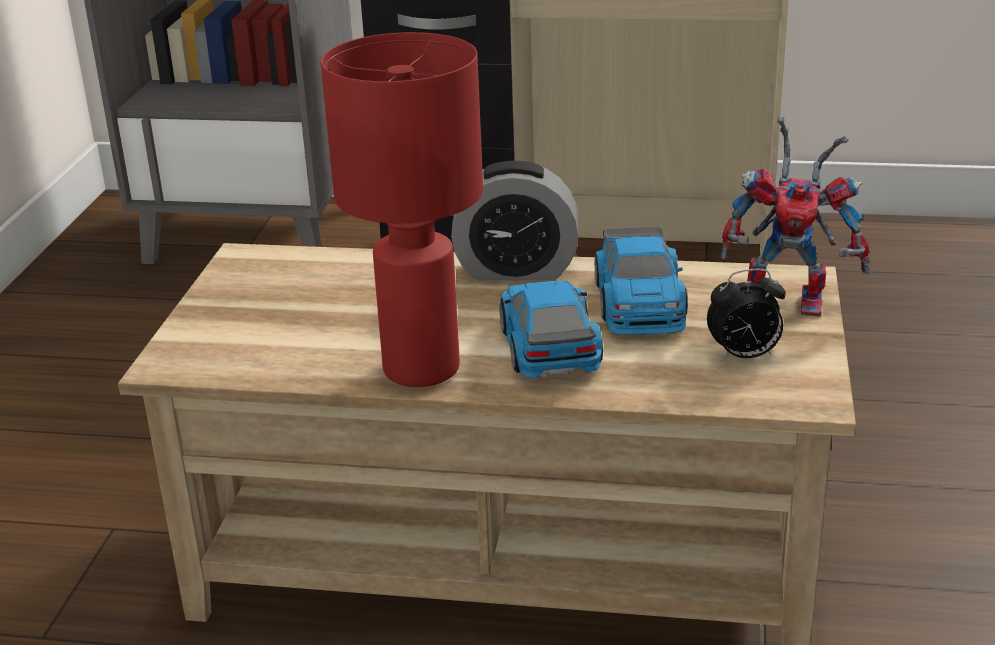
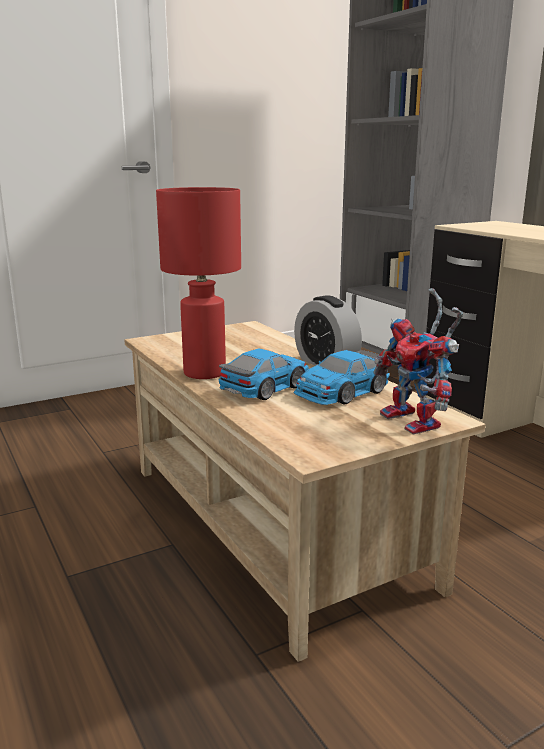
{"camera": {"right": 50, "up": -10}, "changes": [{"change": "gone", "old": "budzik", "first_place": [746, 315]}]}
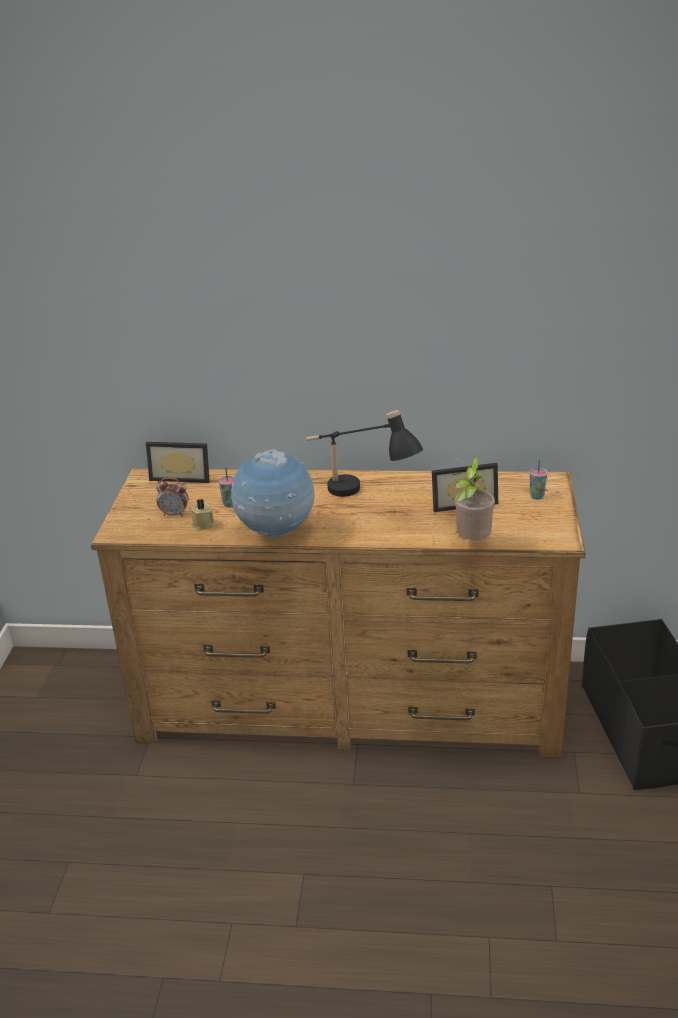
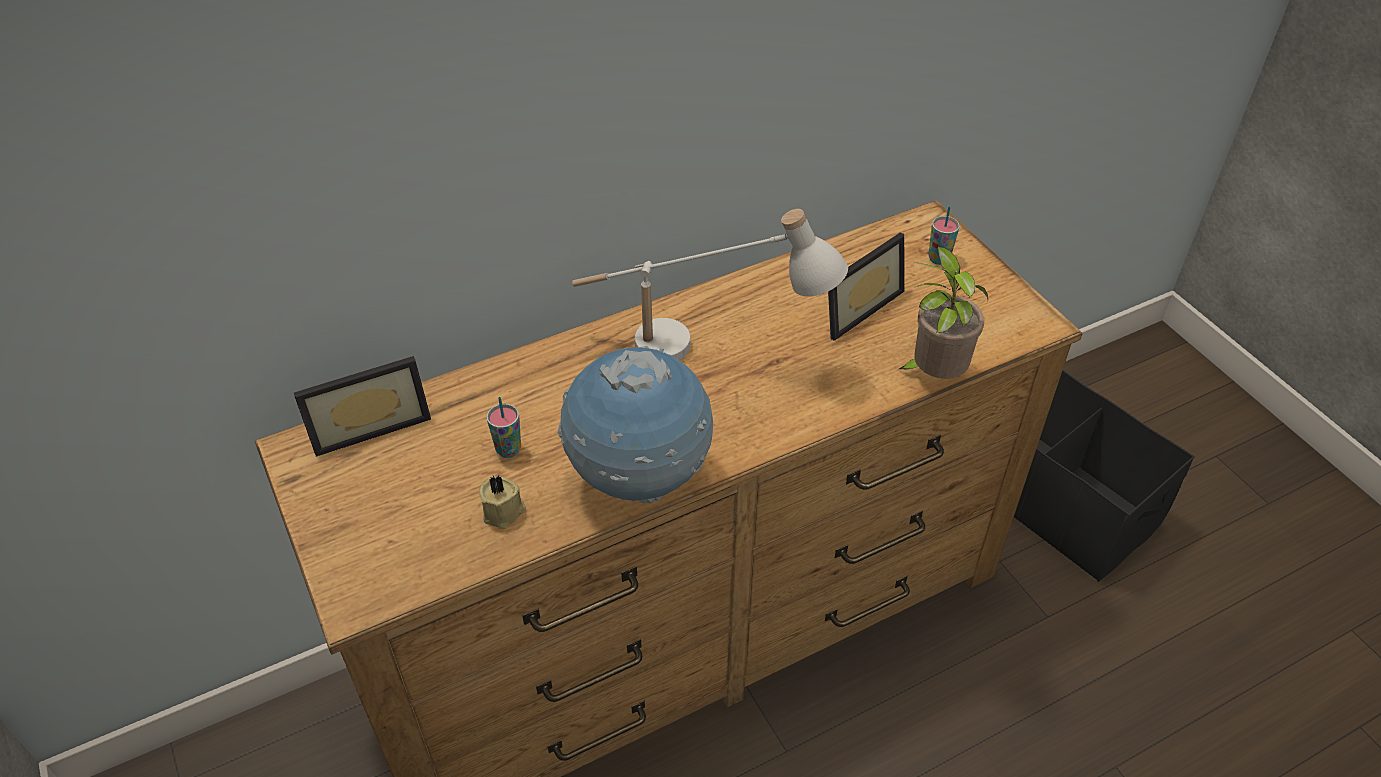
{"camera": {"right": -35, "up": 15}, "changes": [{"change": "gone", "old": "budzik", "first_place": [172, 497]}, {"change": "repainted", "old": "lampa stołowa (czarny)", "new": "lampa stołowa (biały)", "first_place": [364, 453], "second_place": [710, 285]}]}
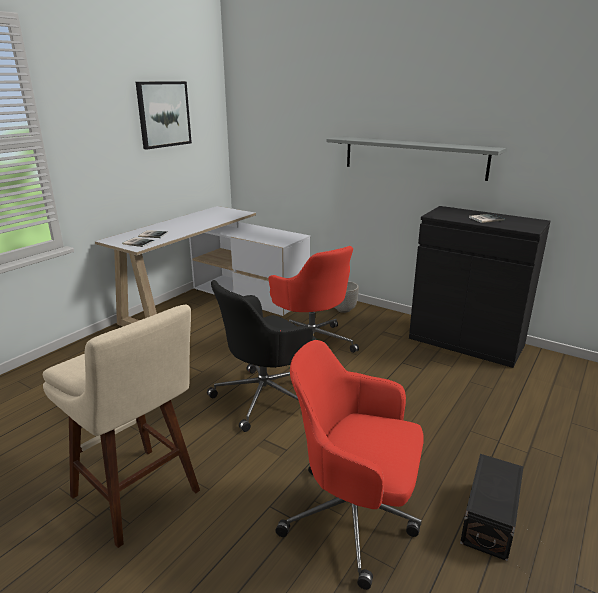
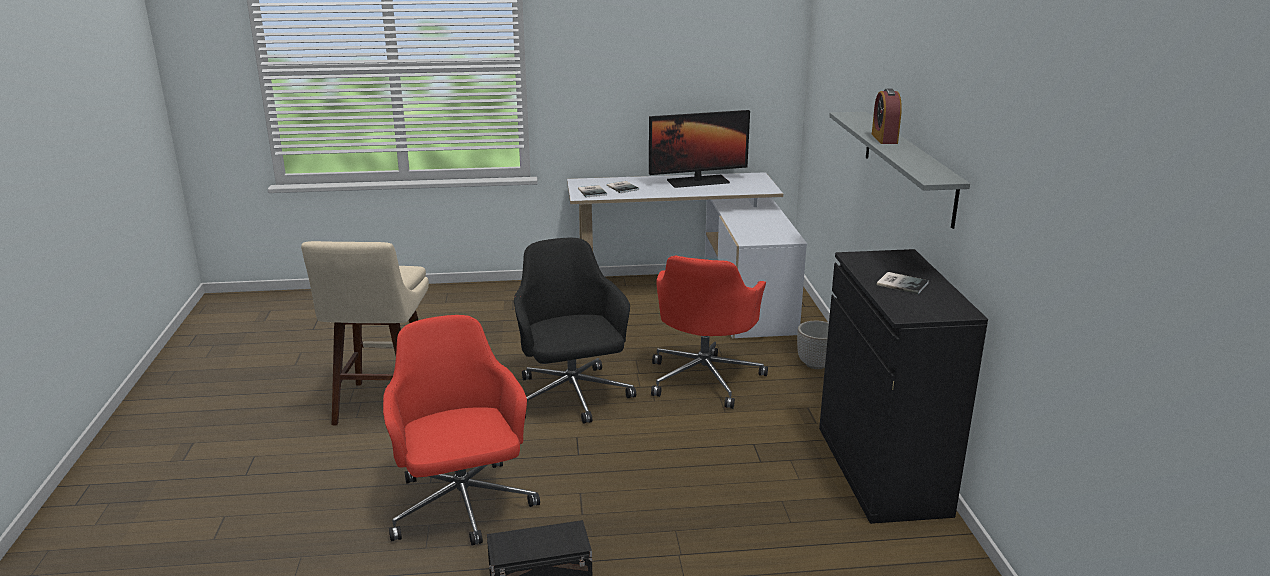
{"camera": {"right": 50, "up": 0}, "changes": [{"change": "gone", "old": "obraz", "first_place": [164, 115]}, {"change": "new", "new": "monitor", "second_place": [699, 149]}, {"change": "new", "new": "budzik", "second_place": [887, 116]}, {"change": "rotated", "old": "krzesło biurowe (czarny)", "first_place": [262, 356], "second_place": [575, 331], "degrees": 60}]}
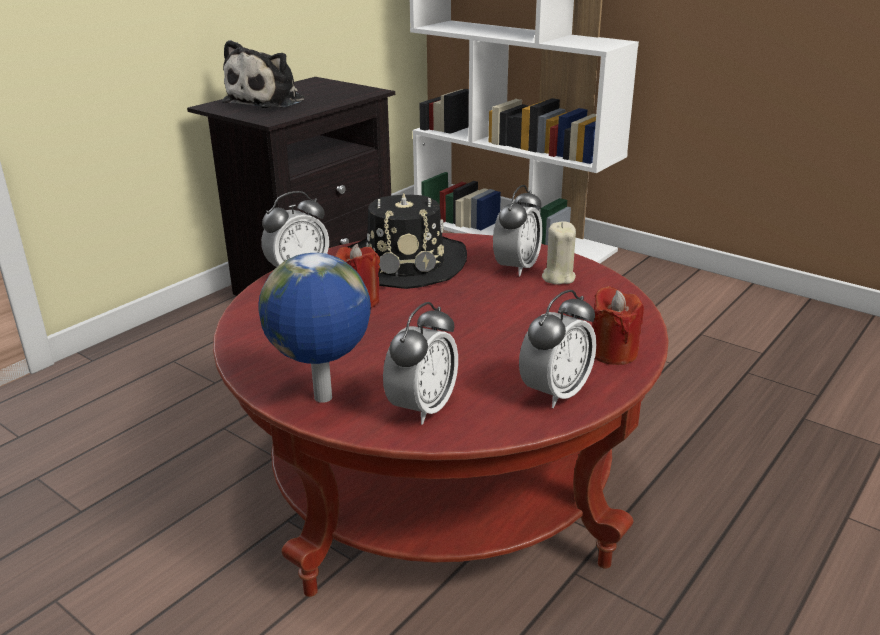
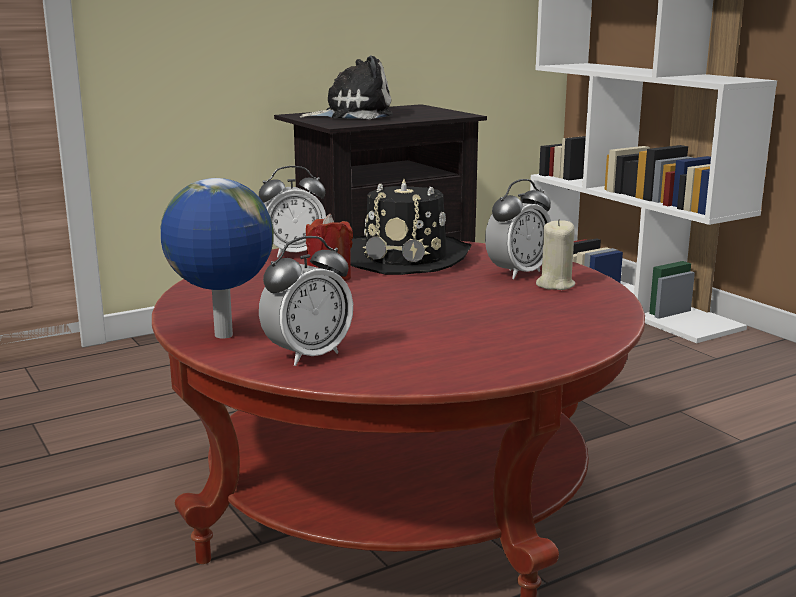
{"camera": {"right": 20, "up": -10}, "changes": [{"change": "gone", "old": "budzik", "first_place": [557, 349]}, {"change": "gone", "old": "świeca (czerwony)", "first_place": [618, 325]}, {"change": "rotated", "old": "pluszak", "first_place": [263, 74], "second_place": [346, 87], "degrees": -150}]}
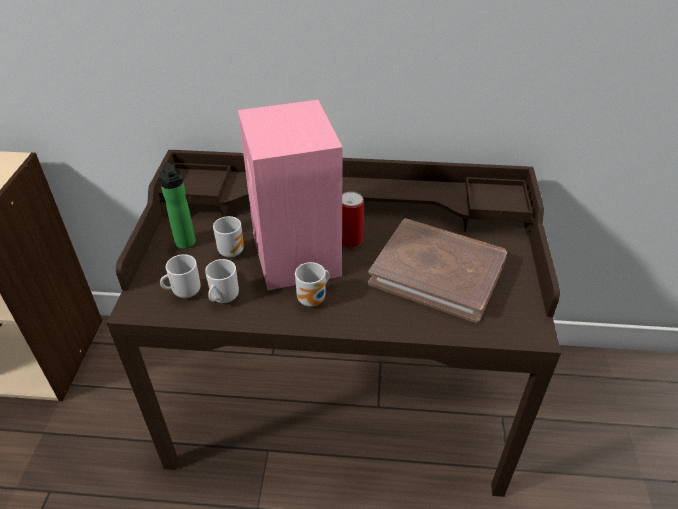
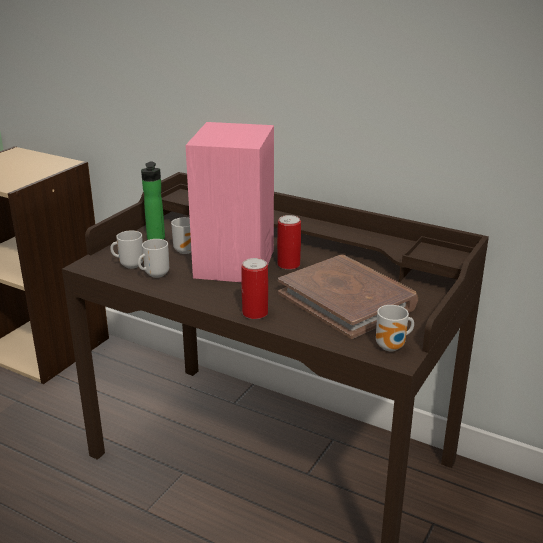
{"camera": {"right": 25, "up": -15}, "changes": [{"change": "new", "new": "puszka", "second_place": [254, 288]}, {"change": "shifted", "old": "kubek", "first_place": [312, 284], "second_place": [395, 328]}]}
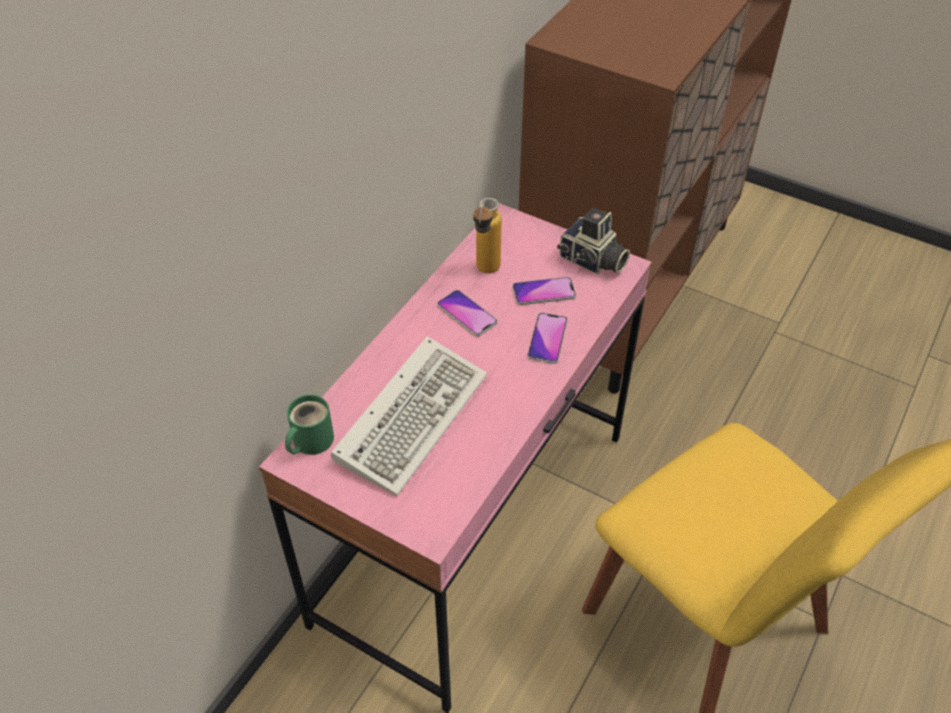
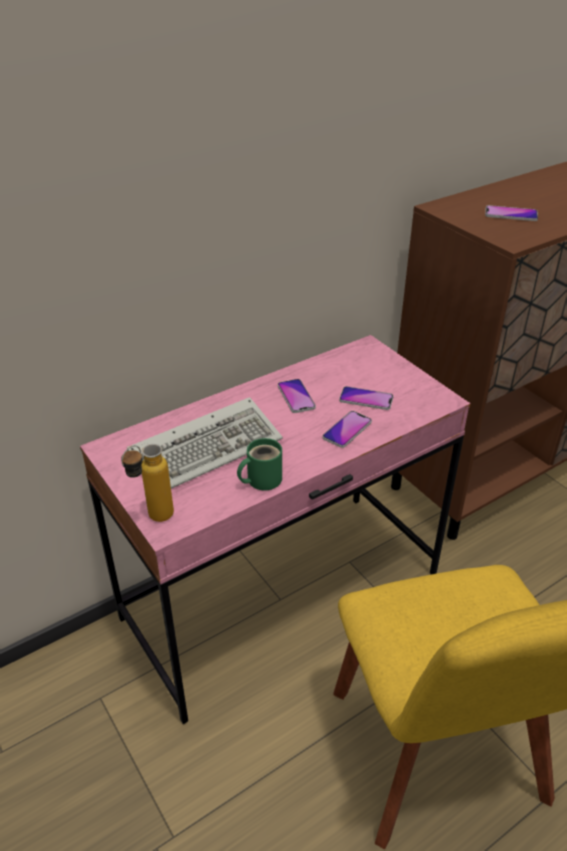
{"camera": {"right": 25, "up": -10}, "changes": [{"change": "gone", "old": "aparat fotograficzny", "first_place": [593, 241]}, {"change": "new", "new": "telefon", "second_place": [511, 213]}, {"change": "shifted", "old": "kubek (zielony)", "first_place": [309, 424], "second_place": [259, 464]}, {"change": "shifted", "old": "butelka", "first_place": [487, 235], "second_place": [147, 483]}]}
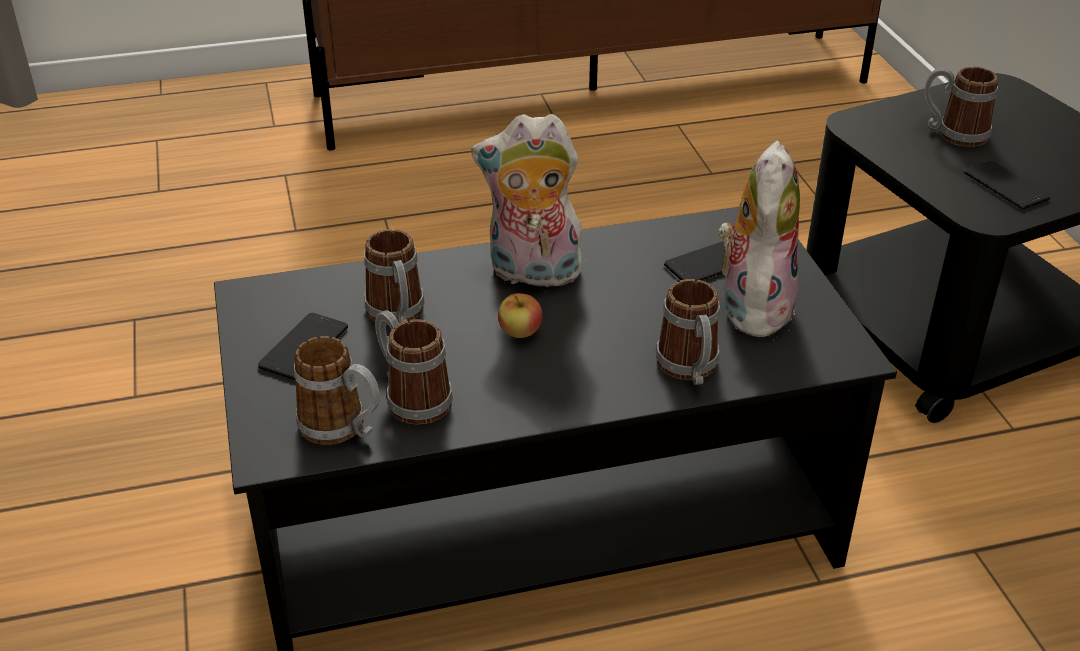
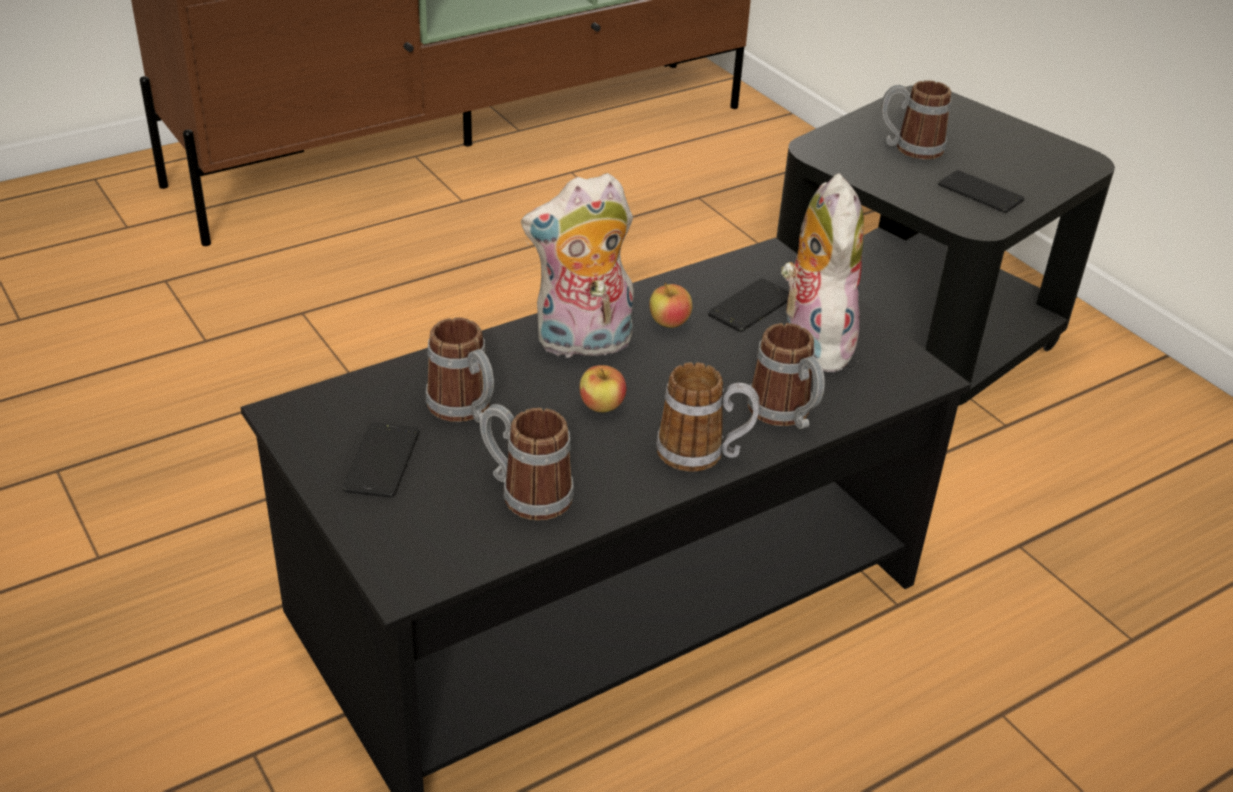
{"camera": {"right": -20, "up": 0}, "changes": [{"change": "new", "new": "jabłko", "second_place": [670, 305]}, {"change": "shifted", "old": "kubek", "first_place": [337, 390], "second_place": [708, 417]}]}
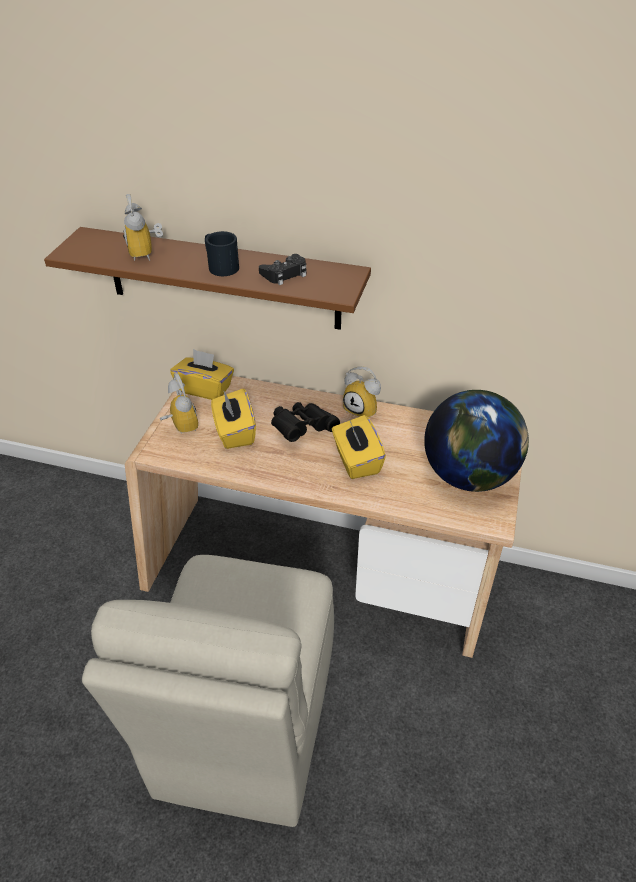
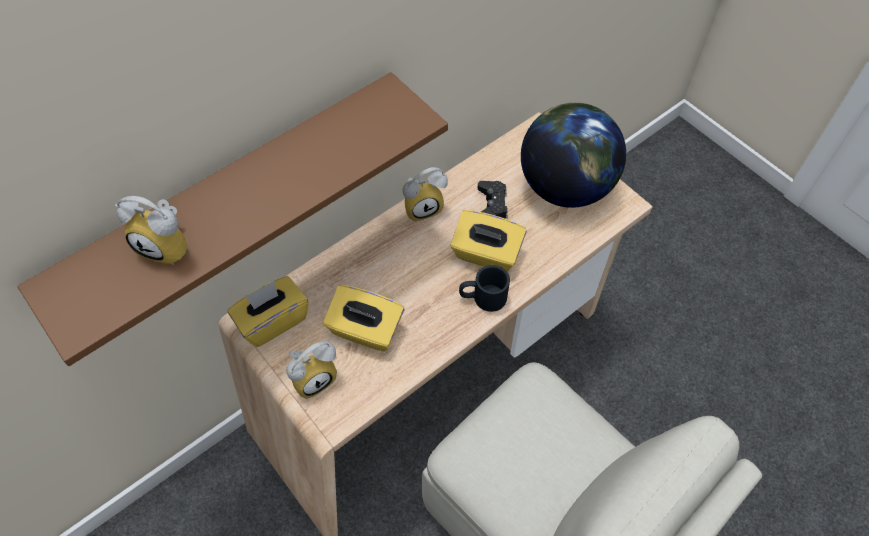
{"camera": {"right": -55, "up": 15}, "changes": [{"change": "gone", "old": "lornetka (czarny)", "first_place": [305, 422]}, {"change": "shifted", "old": "kubek (czarny)", "first_place": [222, 253], "second_place": [484, 288]}, {"change": "shifted", "old": "pad do gier (czarny)", "first_place": [282, 269], "second_place": [493, 199]}, {"change": "rotated", "old": "budzik", "first_place": [179, 403], "second_place": [311, 370], "degrees": 135}]}
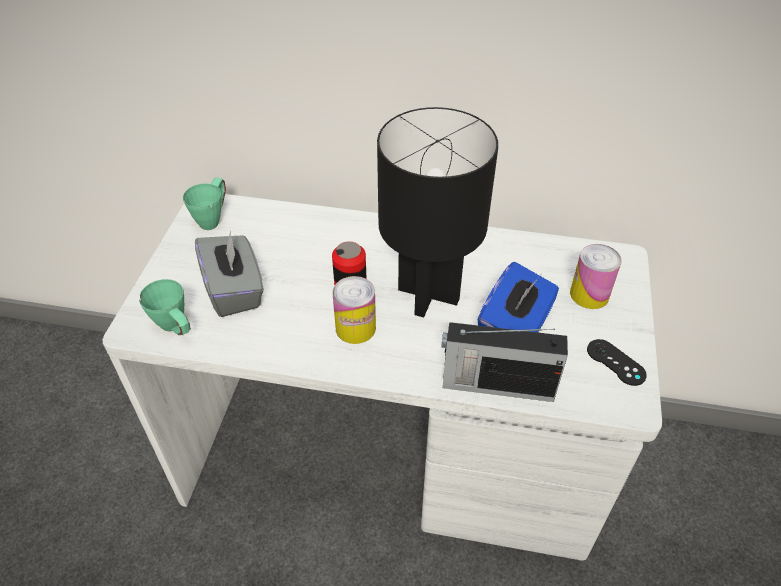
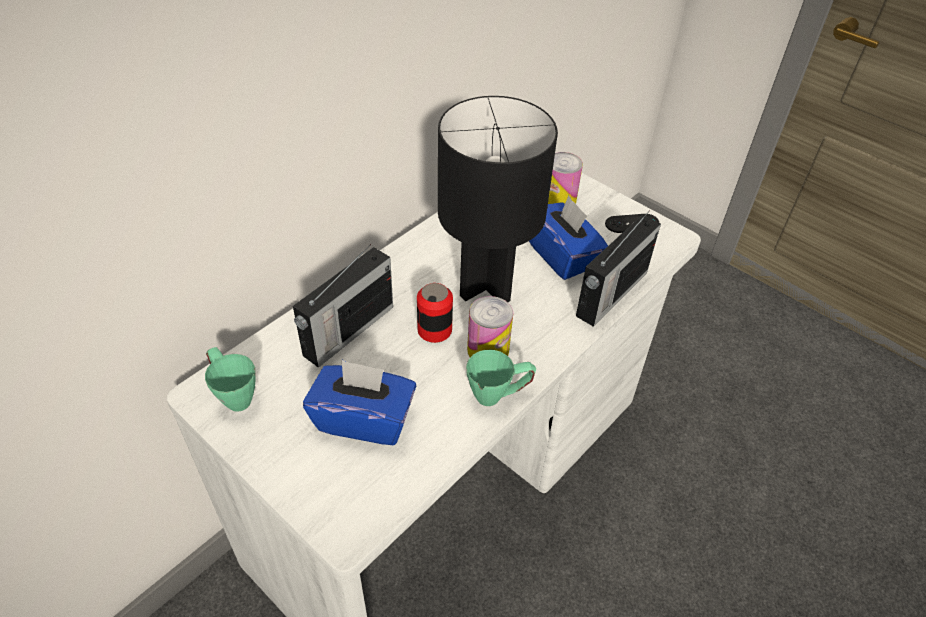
{"camera": {"right": -60, "up": 0}, "changes": [{"change": "new", "new": "radio", "second_place": [343, 306]}, {"change": "shifted", "old": "kubek (zielony)", "first_place": [165, 307], "second_place": [501, 378]}, {"change": "repainted", "old": "pudełko chusteczek (szary)", "new": "pudełko chusteczek (niebieski)", "first_place": [229, 273], "second_place": [359, 402]}]}
